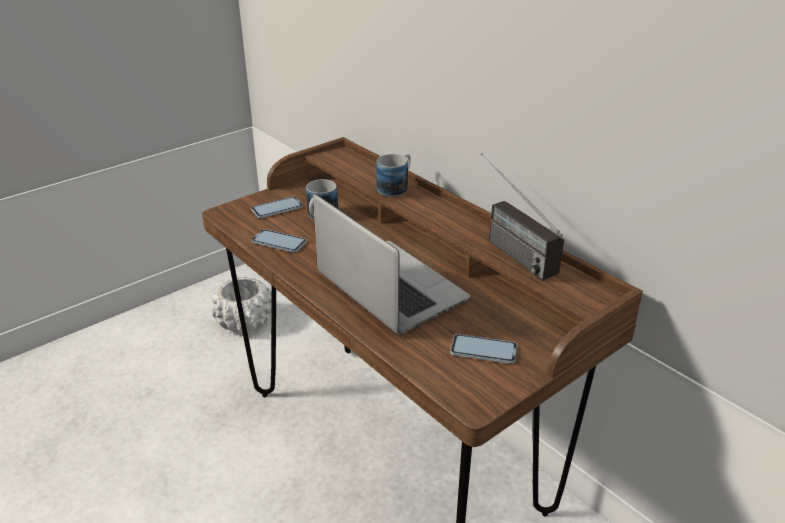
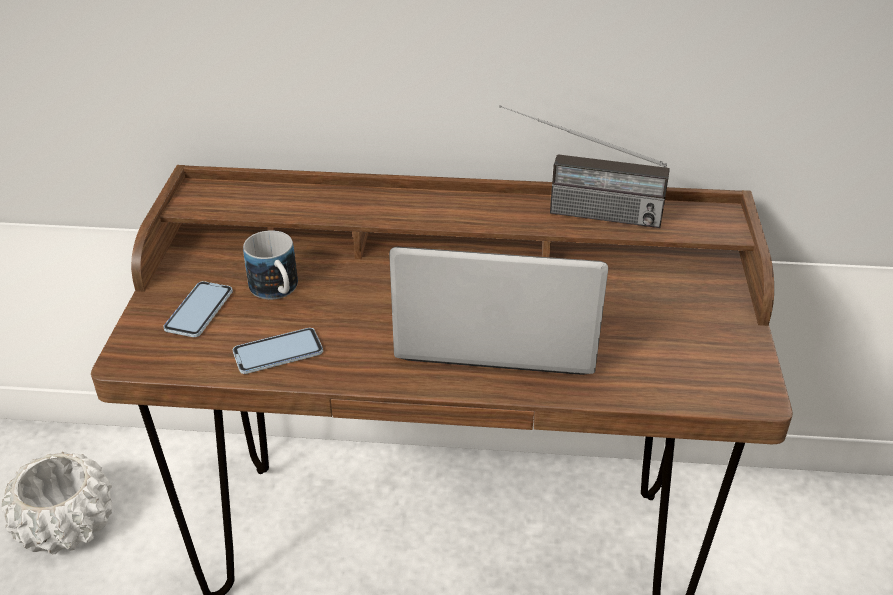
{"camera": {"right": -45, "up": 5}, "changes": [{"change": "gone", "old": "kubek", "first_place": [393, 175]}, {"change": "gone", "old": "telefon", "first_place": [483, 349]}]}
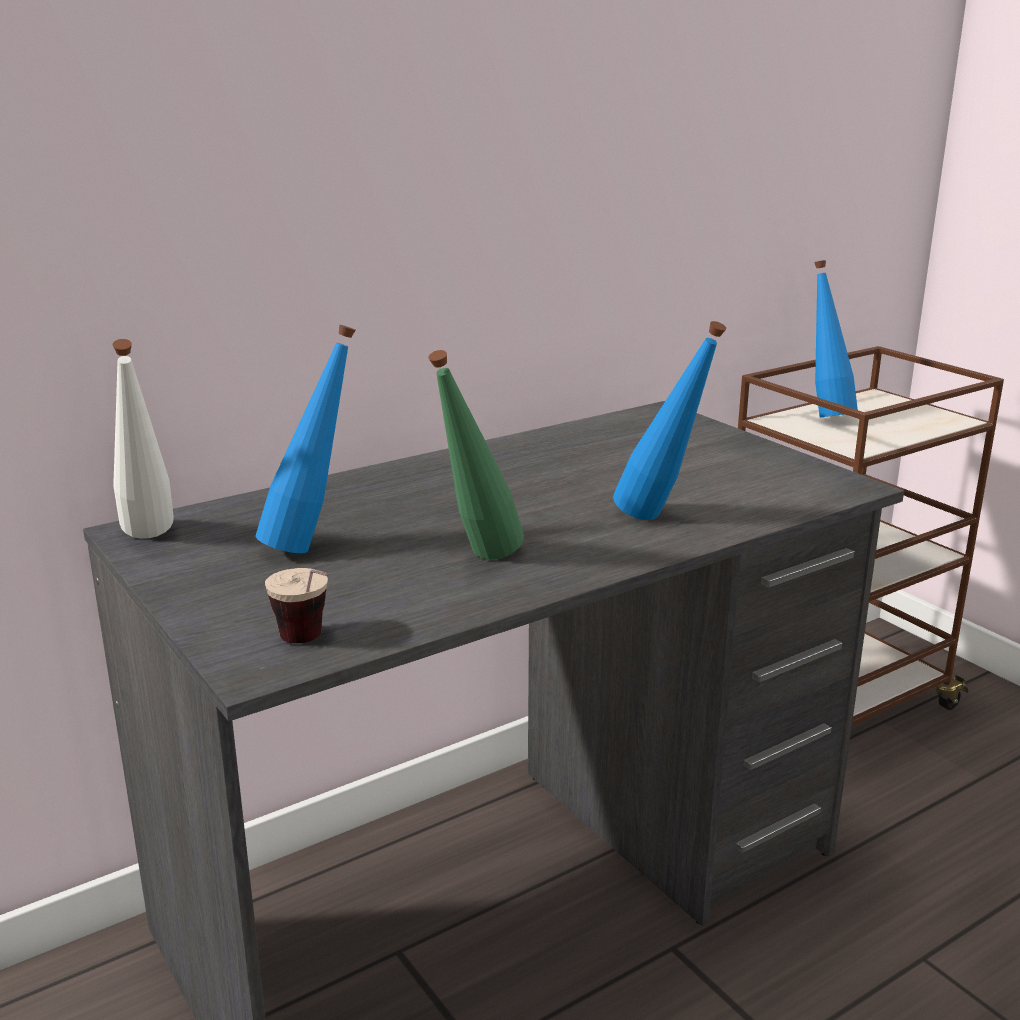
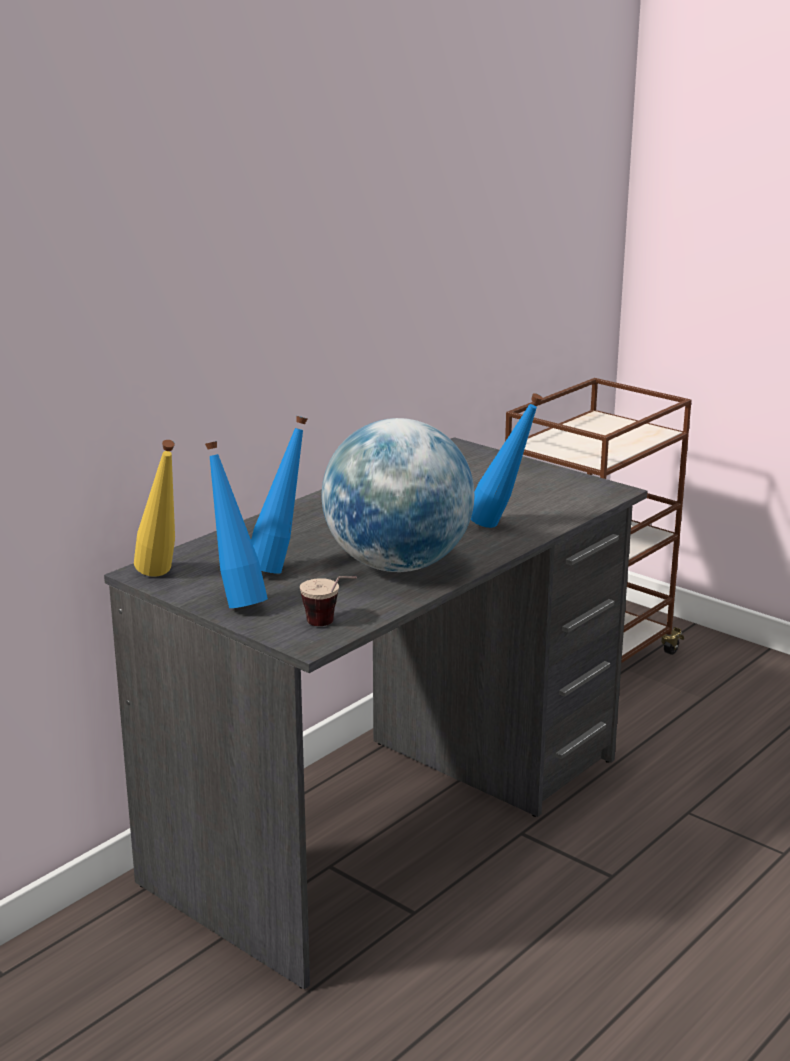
{"camera": {"right": -15, "up": 0}, "changes": [{"change": "shifted", "old": "butelka (niebieski)", "first_place": [836, 338], "second_place": [236, 524]}, {"change": "swapped", "old": "butelka (zielony)", "new": "globus", "first_place": [476, 455], "second_place": [398, 495]}, {"change": "repainted", "old": "butelka (biały)", "new": "butelka (żółty)", "first_place": [143, 439], "second_place": [154, 508]}]}
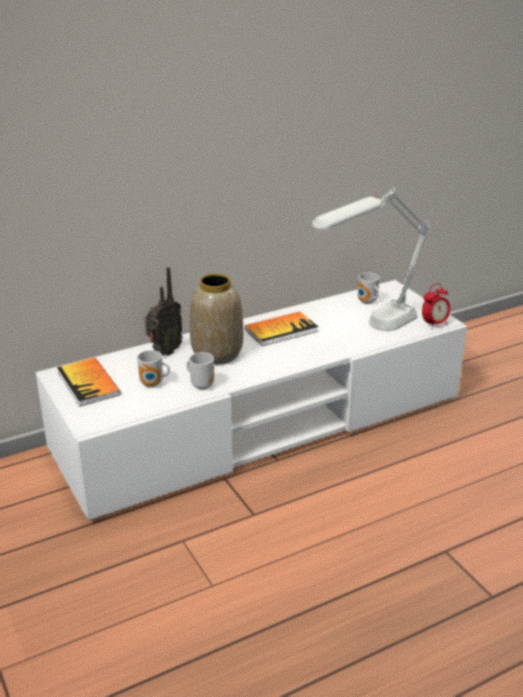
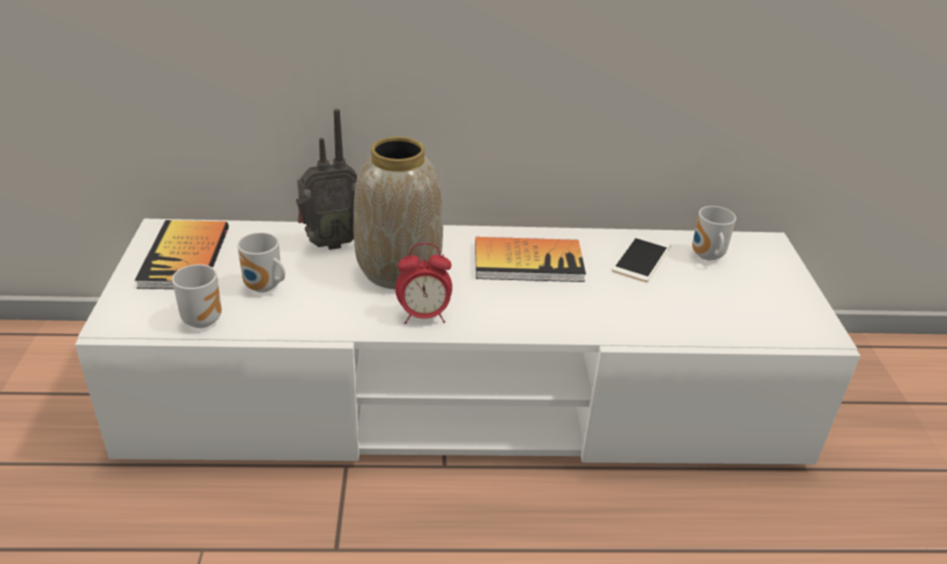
{"camera": {"right": 25, "up": 5}, "changes": [{"change": "gone", "old": "lampa stołowa (biały)", "first_place": [371, 259]}, {"change": "new", "new": "telefon", "second_place": [641, 258]}, {"change": "shifted", "old": "kubek", "first_place": [200, 371], "second_place": [197, 296]}, {"change": "shifted", "old": "budzik", "first_place": [436, 306], "second_place": [423, 283]}]}
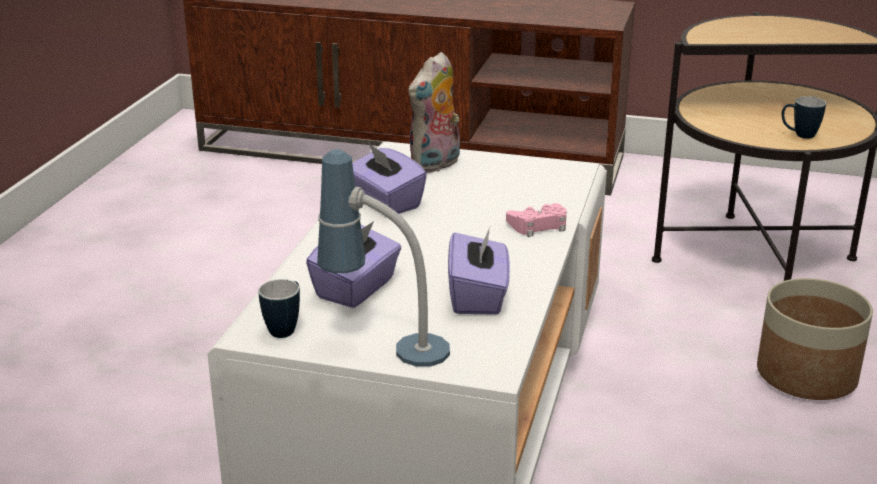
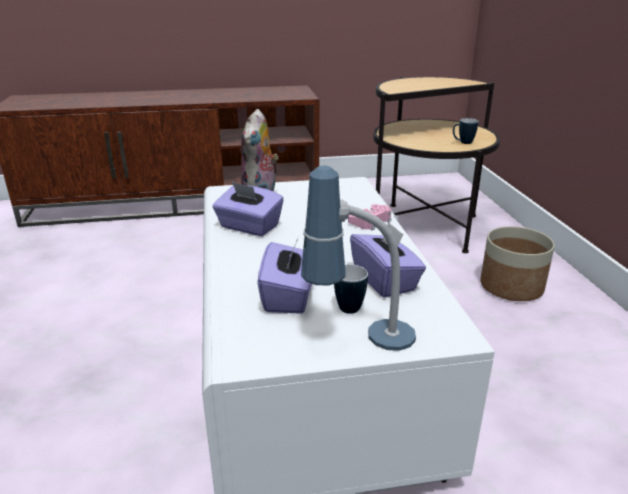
{"camera": {"right": -25, "up": 0}, "changes": [{"change": "shifted", "old": "kubek", "first_place": [279, 308], "second_place": [351, 289]}]}
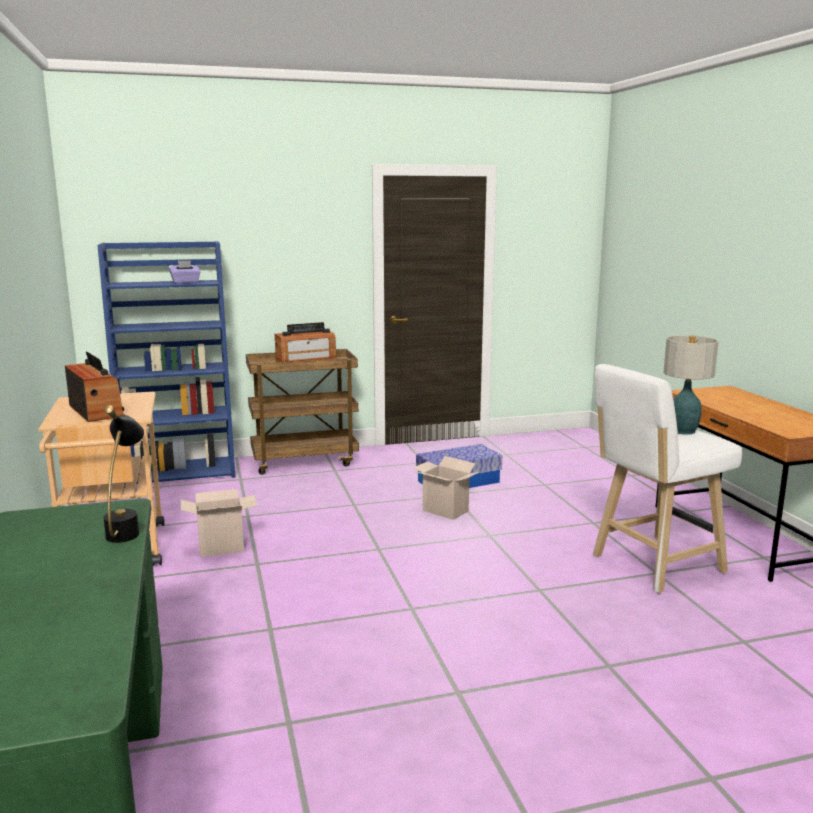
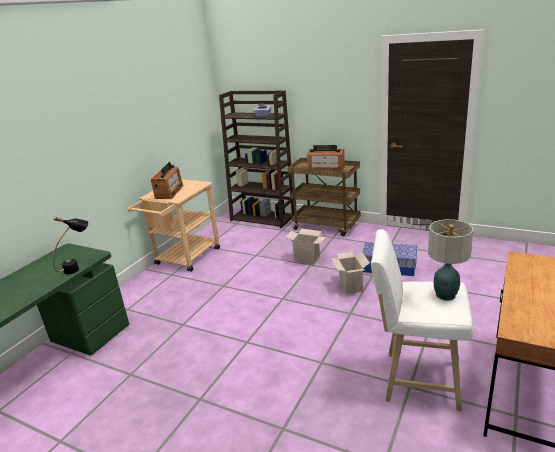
{"camera": {"right": 45, "up": 10}, "changes": [{"change": "shifted", "old": "karton", "first_place": [219, 523], "second_place": [306, 247]}, {"change": "repainted", "old": "regał (niebieski)", "new": "regał (brązowy)", "first_place": [166, 364], "second_place": [256, 159]}]}
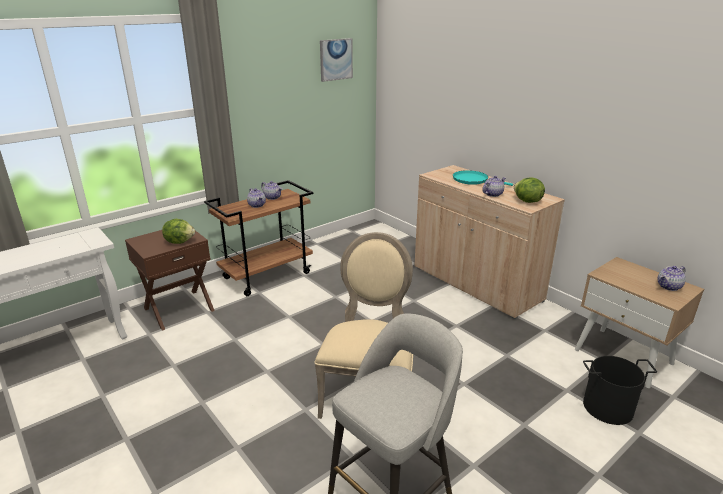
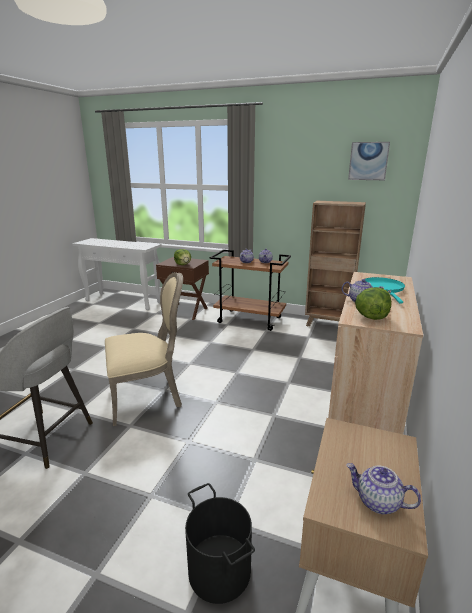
{"camera": {"right": 60, "up": -5}, "changes": [{"change": "new", "new": "regał (brązowy)", "second_place": [335, 264]}]}
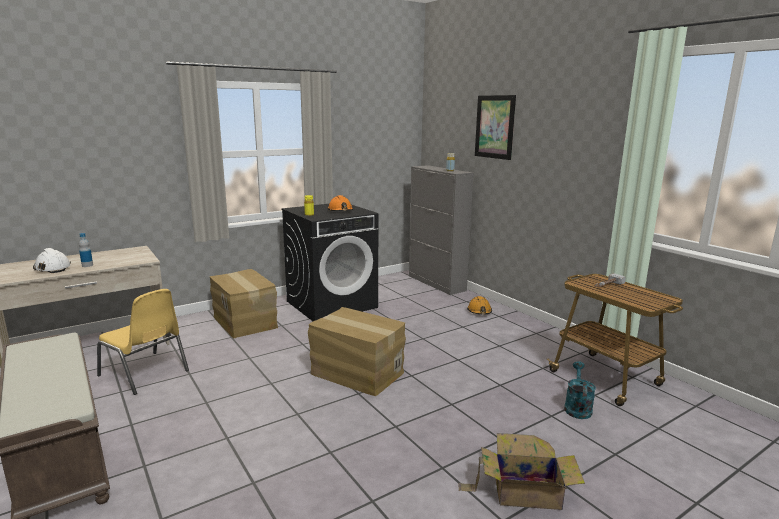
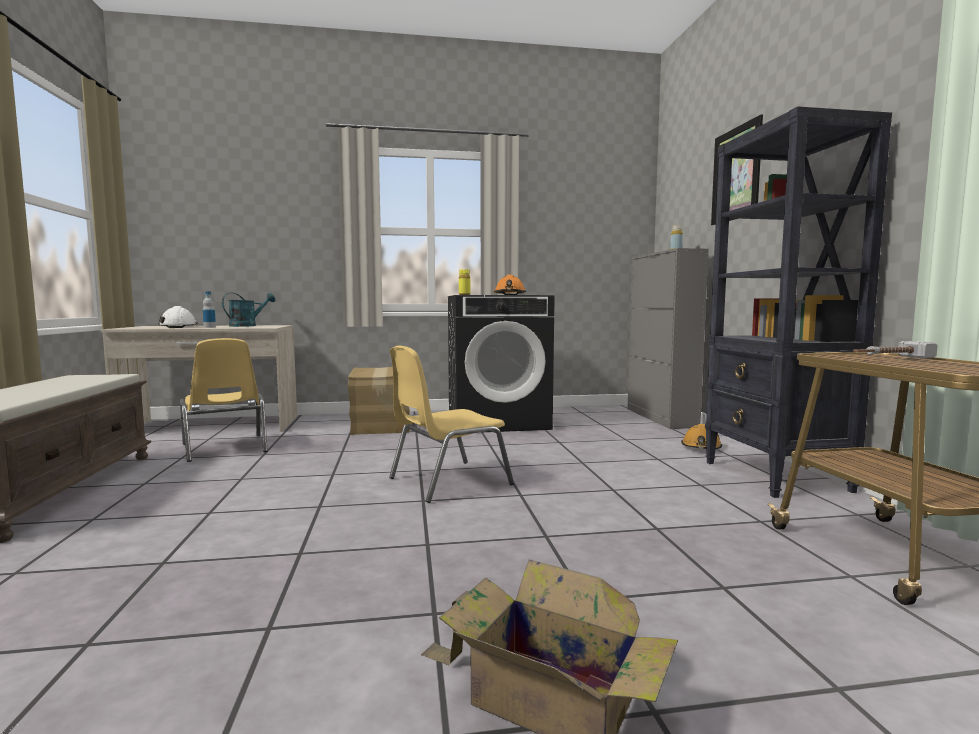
{"camera": {"right": 25, "up": -10}, "changes": [{"change": "new", "new": "regał (czarny)", "second_place": [798, 302]}, {"change": "shifted", "old": "konewka (turkusowy)", "first_place": [580, 390], "second_place": [248, 310]}, {"change": "swapped", "old": "karton", "new": "krzesło (żółty)", "first_place": [357, 351], "second_place": [451, 424]}]}
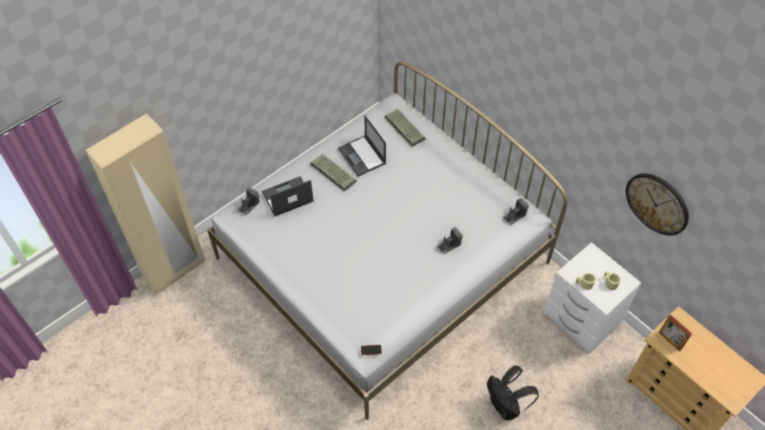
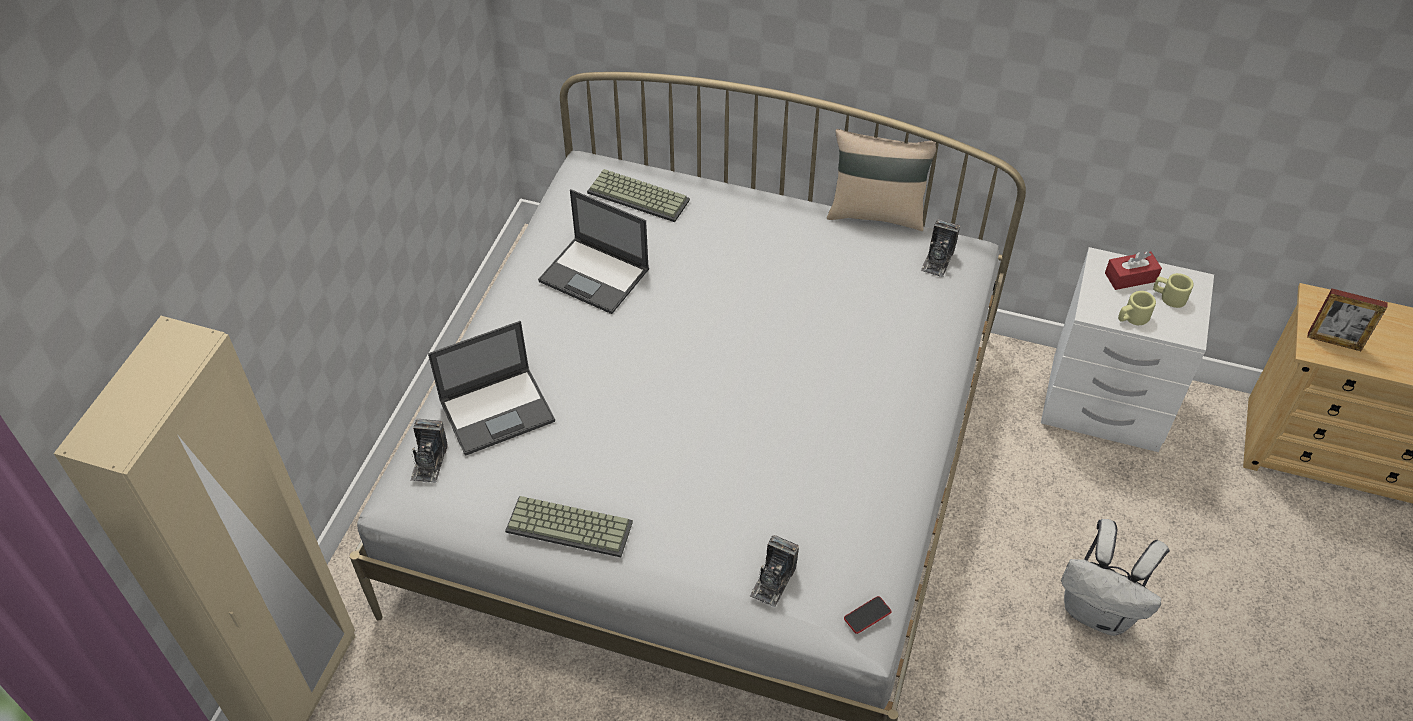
{"camera": {"right": -30, "up": -5}, "changes": [{"change": "gone", "old": "zegar ścienny", "first_place": [657, 204]}, {"change": "new", "new": "poduszka (beżowy)", "second_place": [883, 180]}, {"change": "new", "new": "pudełko chusteczek (czerwony)", "second_place": [1133, 270]}, {"change": "shifted", "old": "klawiatura", "first_place": [333, 172], "second_place": [569, 526]}, {"change": "shifted", "old": "aparat fotograficzny", "first_place": [450, 240], "second_place": [774, 571]}, {"change": "repainted", "old": "plecak (czarny)", "new": "plecak (biały)", "first_place": [513, 392], "second_place": [1115, 577]}, {"change": "rotated", "old": "laptop", "first_place": [287, 196], "second_place": [491, 388], "degrees": -150}]}
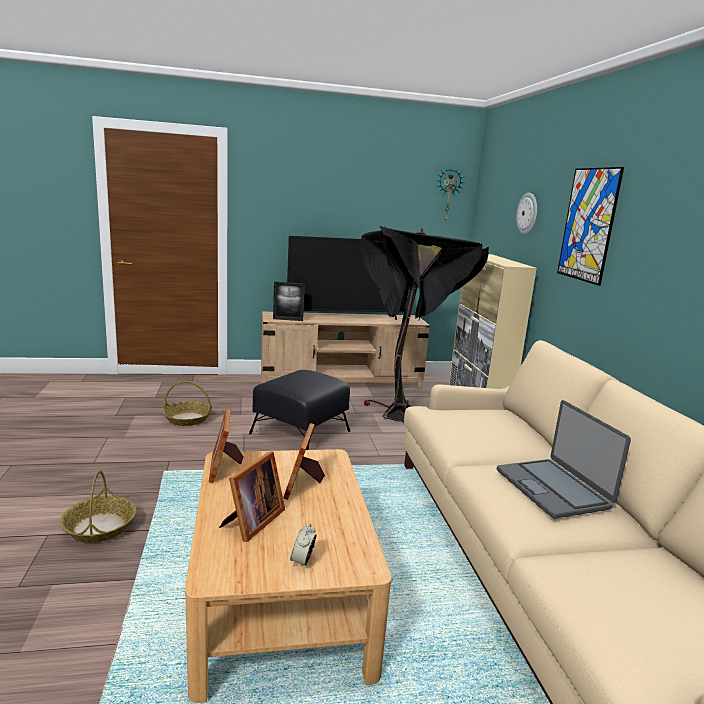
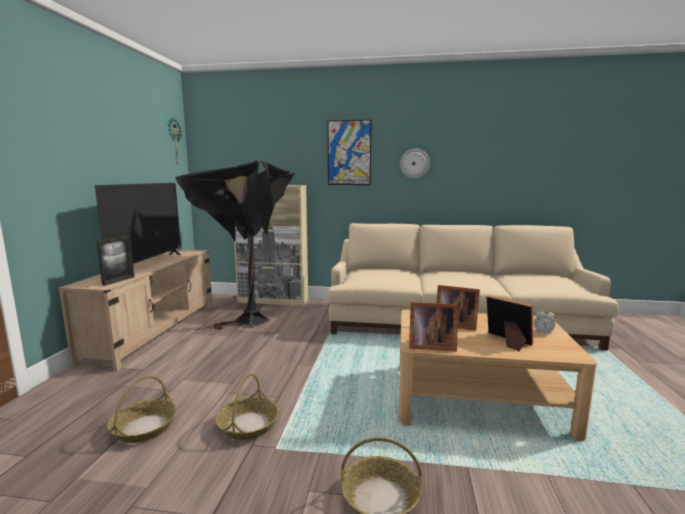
{"camera": {"right": -70, "up": -5}, "changes": [{"change": "gone", "old": "pufa (czarny)", "first_place": [299, 410]}, {"change": "gone", "old": "laptop", "first_place": [564, 459]}, {"change": "new", "new": "koszyk", "second_place": [247, 406]}, {"change": "shifted", "old": "zegar ścienny", "first_place": [526, 214], "second_place": [415, 164]}]}
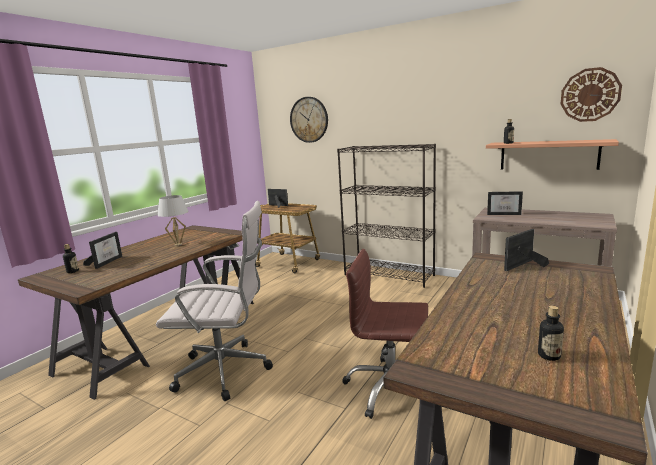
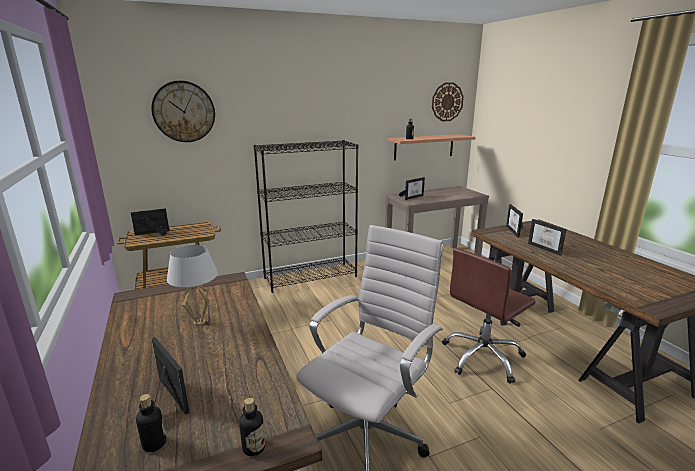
{"camera": {"right": -55, "up": 5}, "changes": [{"change": "new", "new": "ramka na zdjęcie", "second_place": [547, 237]}, {"change": "shifted", "old": "butelka", "first_place": [551, 333], "second_place": [252, 427]}]}
